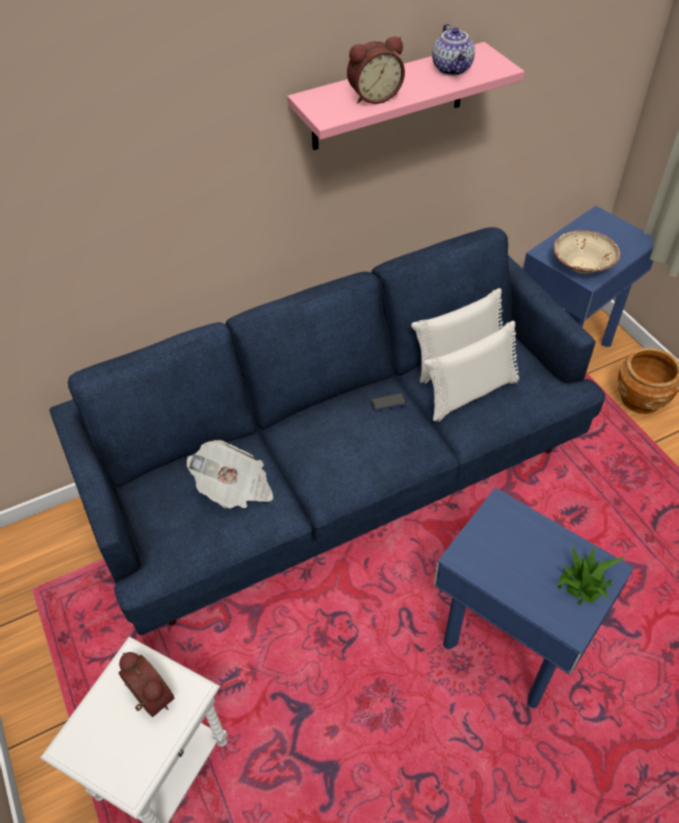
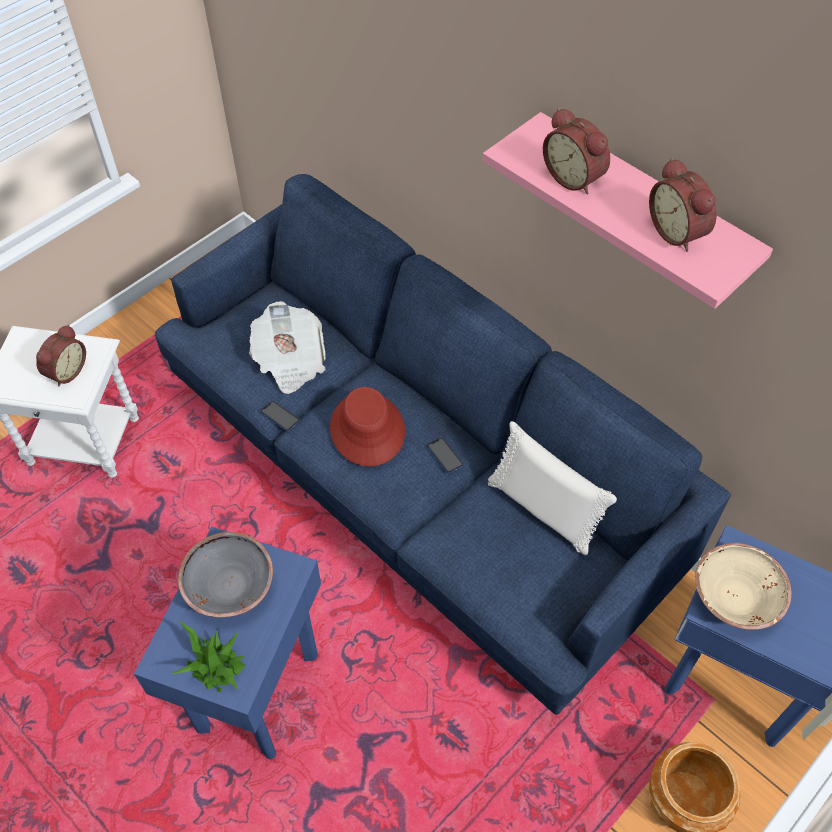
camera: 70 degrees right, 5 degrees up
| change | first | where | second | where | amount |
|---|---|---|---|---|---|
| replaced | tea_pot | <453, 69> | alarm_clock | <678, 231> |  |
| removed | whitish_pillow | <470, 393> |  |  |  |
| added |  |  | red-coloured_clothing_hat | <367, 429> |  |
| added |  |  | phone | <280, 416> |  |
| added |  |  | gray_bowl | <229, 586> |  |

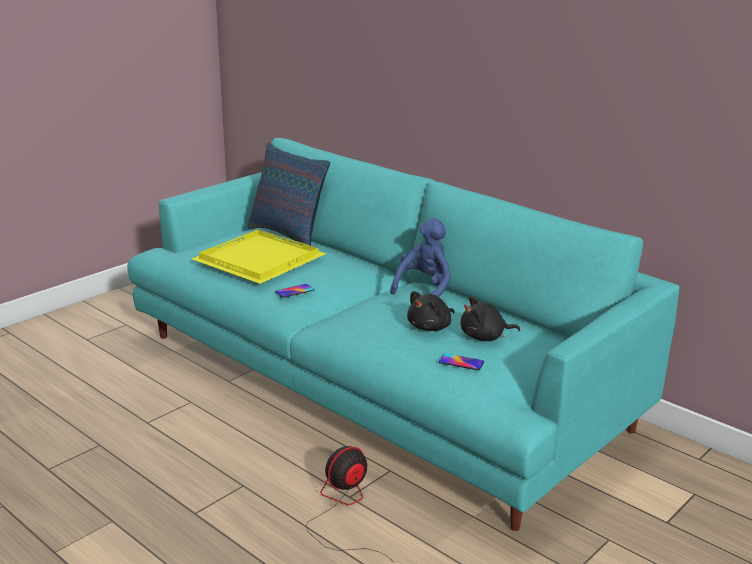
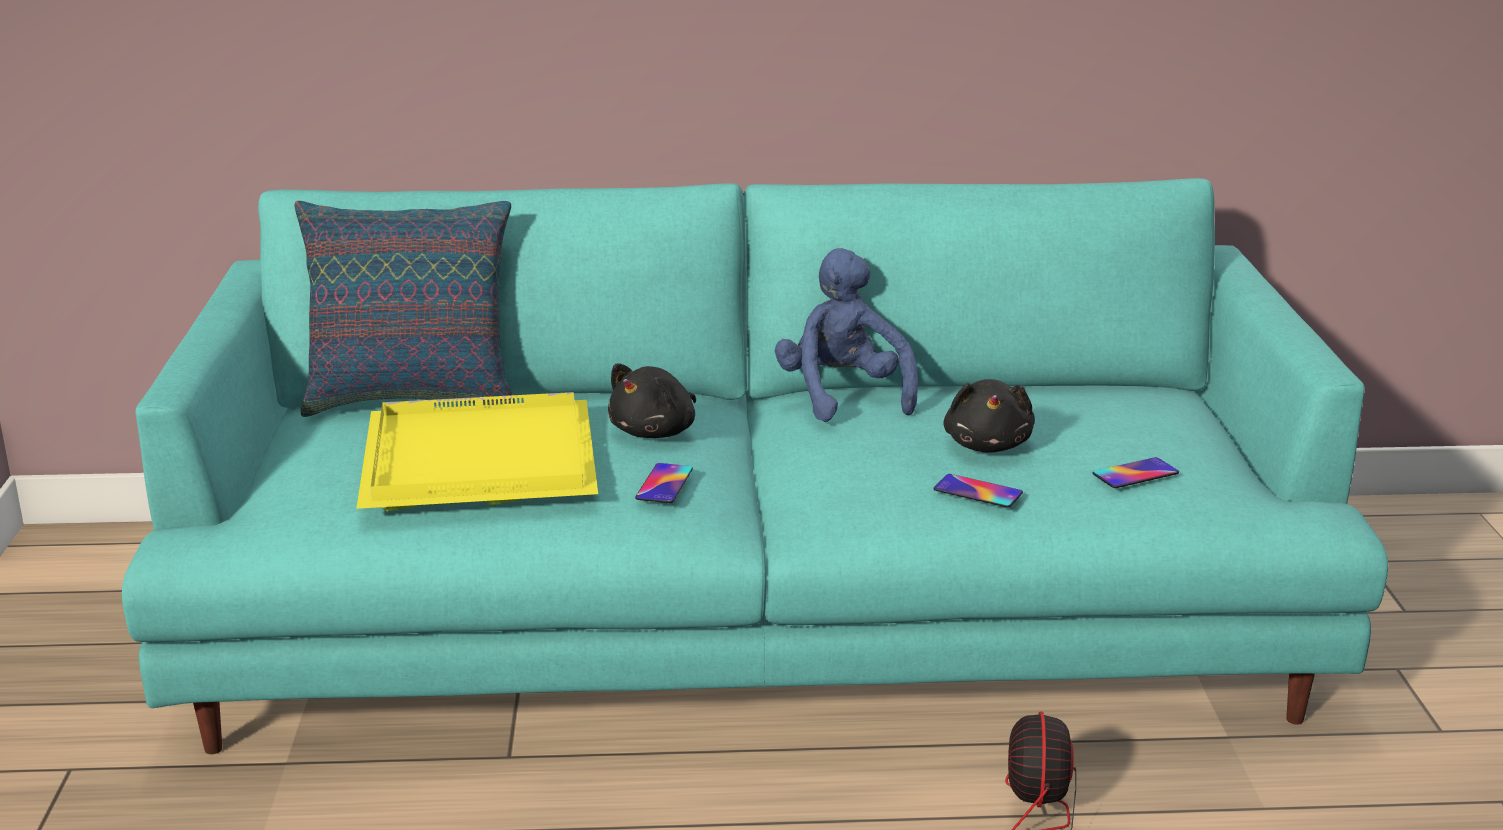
camera: 45 degrees left, 0 degrees up
| change | first | where | second | where | amount |
|---|---|---|---|---|---|
| moved | blackish_plush_toy | <485, 337> |  | <656, 432> |  |
| added |  |  | phone | <978, 492> |  |

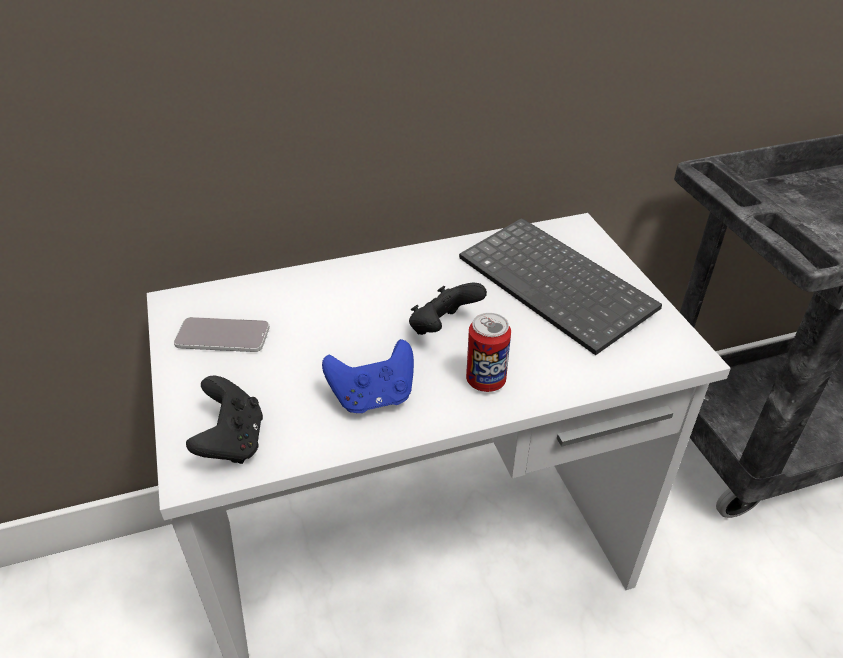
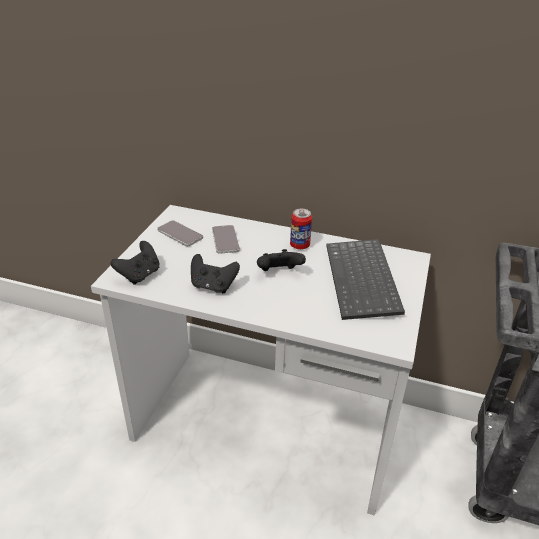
camera: 35 degrees right, 5 degrees down
| change | first | where | second | where | amount |
|---|---|---|---|---|---|
| moved | can | <485, 381> |  | <299, 245> |  |
| recoloured | blue_gamepad | <373, 397> | blackish_gamepad | <213, 286> |  |
| added |  |  | phone | <225, 240> |  |

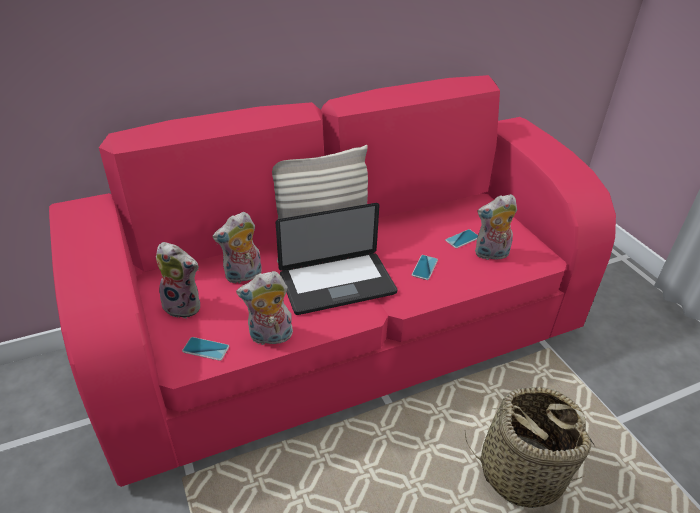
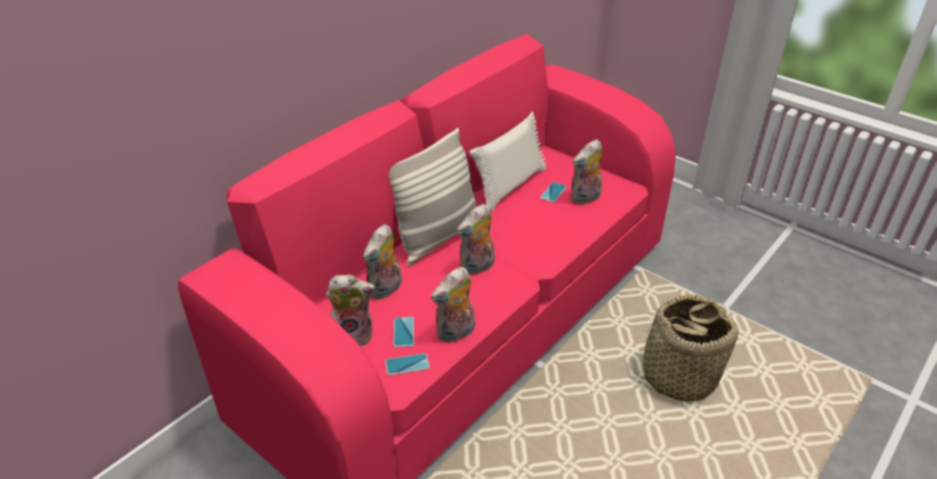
camera: 25 degrees left, 0 degrees up
| change | first | where | second | where | amount |
|---|---|---|---|---|---|
| replaced | notebook_computer | <337, 284> | plush_toy | <477, 267> |  |
| moved | phone | <424, 268> |  | <403, 332> |  |
| added |  |  | whitish_pillow | <509, 186> |  |

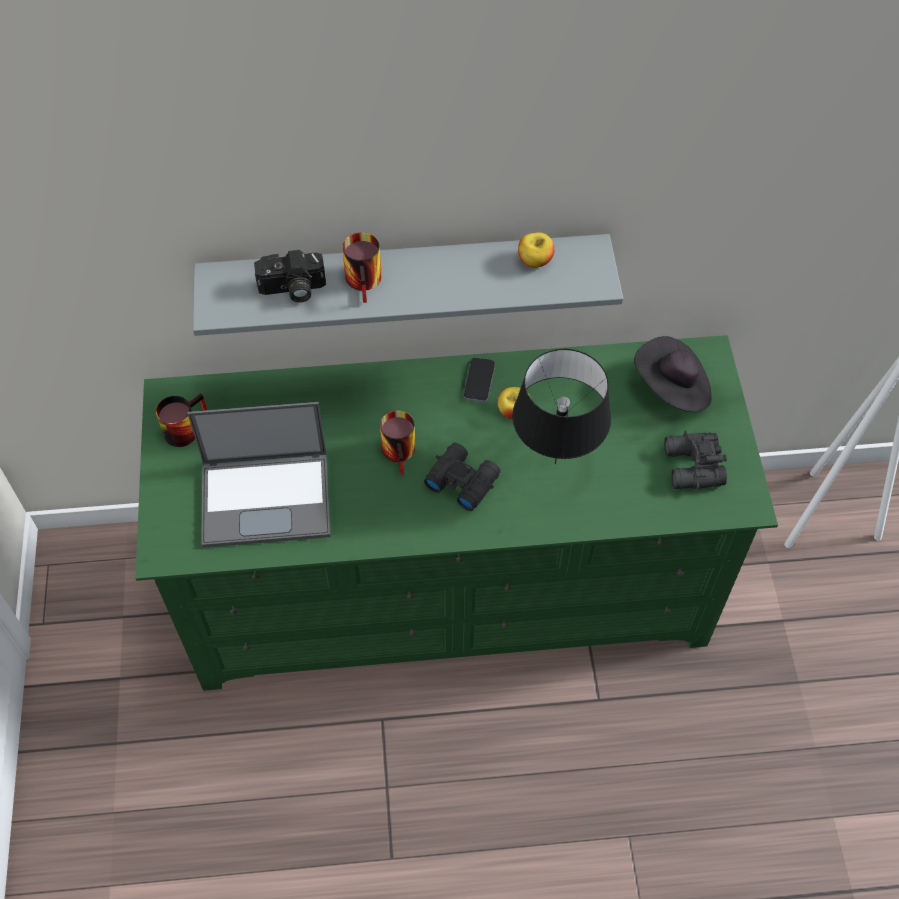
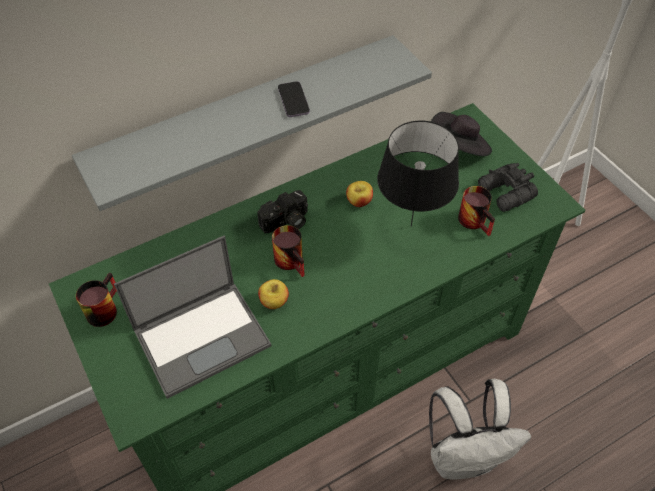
camera: 25 degrees left, 5 degrees down
| change | first | where | second | where | amount |
|---|---|---|---|---|---|
| moved | tea_mug | <367, 281> |  | <477, 221> |  |
| moved | whole_apple | <535, 260> |  | <274, 301> |  |
| moved | still_camera | <292, 289> |  | <286, 222> |  |
| moved | phone | <479, 381> |  | <293, 100> |  |
| removed | blackish_pair_of_binoculars | <462, 480> |  |  |  |
| added |  |  | whitish_rucksack | <463, 457> |  |

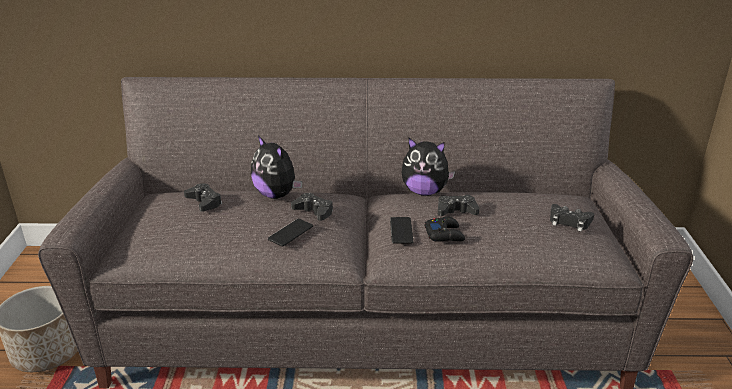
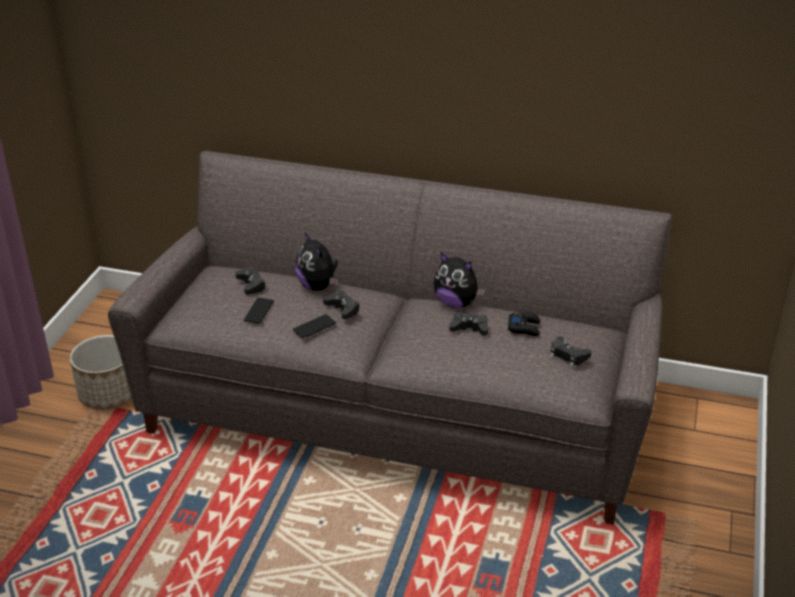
camera: 15 degrees right, 5 degrees up
| change | first | where | second | where | amount |
|---|---|---|---|---|---|
| moved | blackish_gamepad | <444, 234> |  | <524, 328> |  |
| moved | phone | <401, 231> |  | <258, 311> |  |

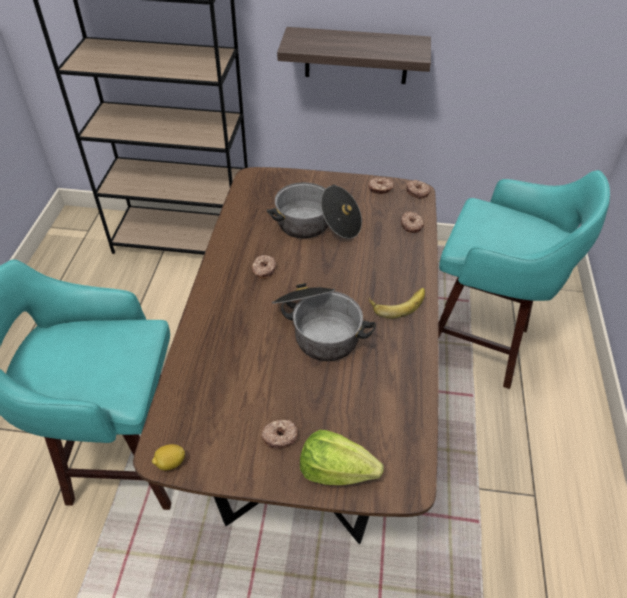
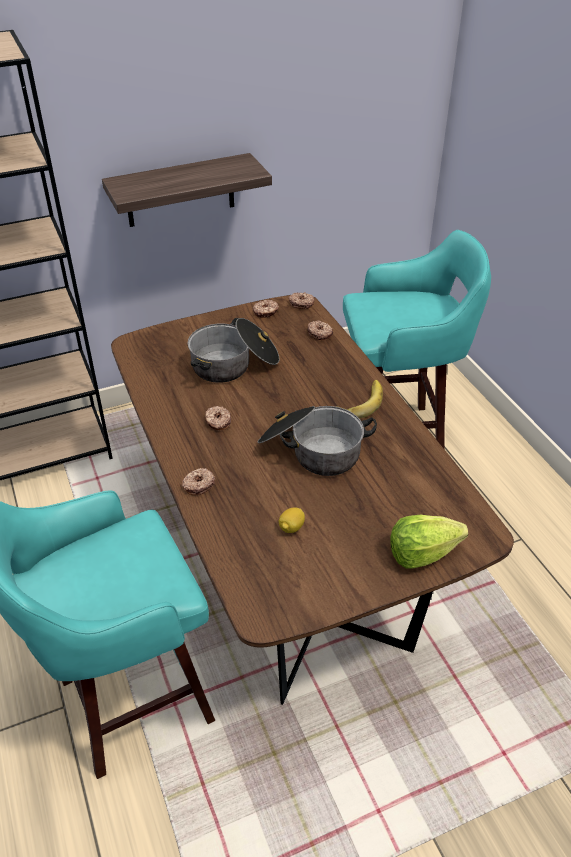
camera: 30 degrees left, 5 degrees down
| change | first | where | second | where | amount |
|---|---|---|---|---|---|
| moved | doughnut | <280, 436> |  | <198, 485> |  |
| moved | lemon | <170, 463> |  | <291, 527> |  |

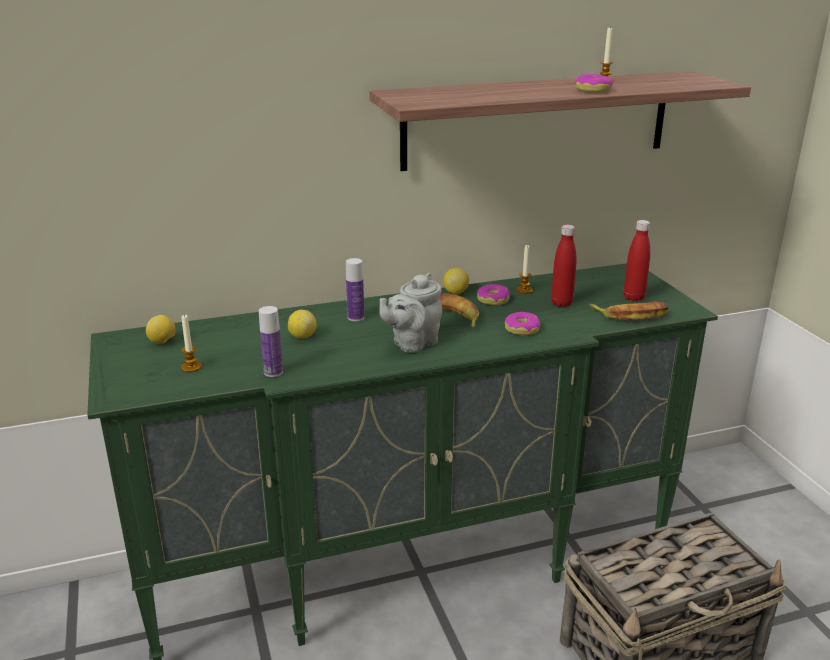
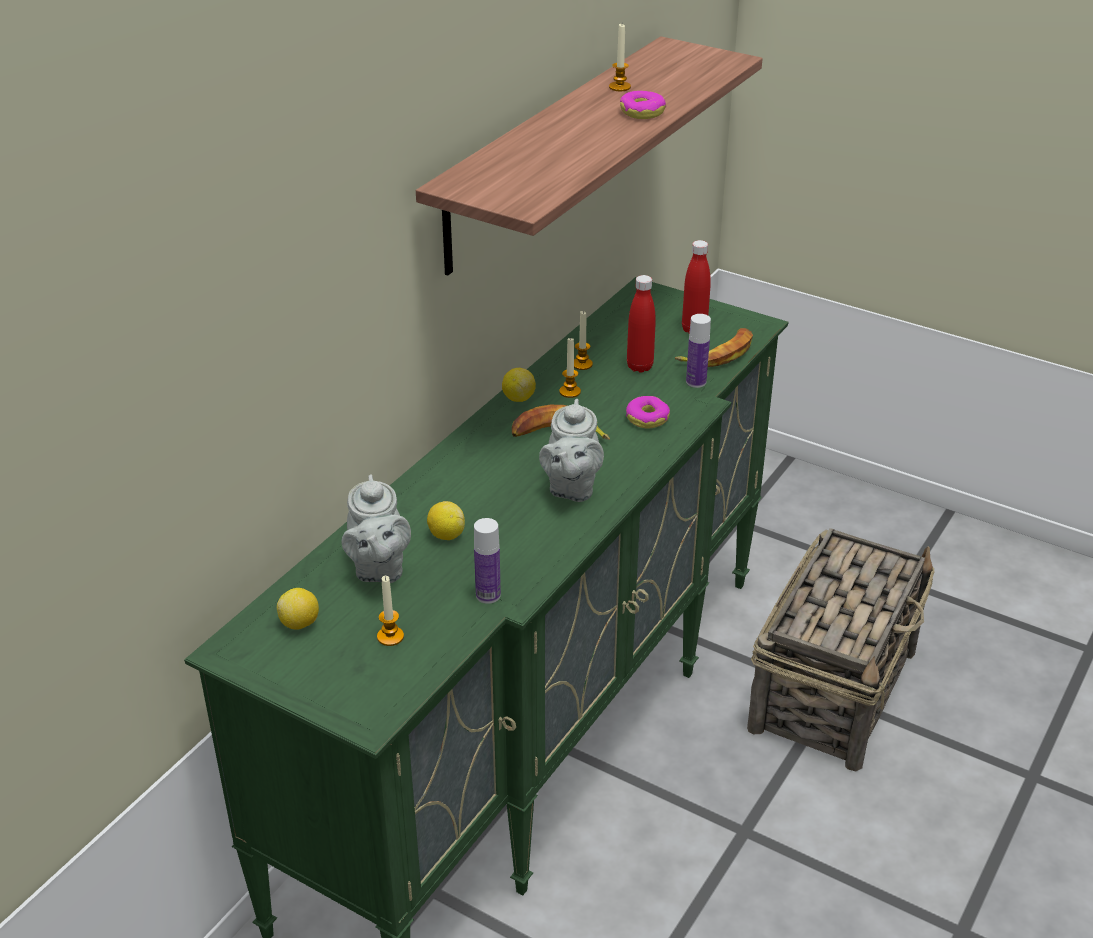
camera: 40 degrees left, 10 degrees up
| change | first | where | second | where | amount |
|---|---|---|---|---|---|
| moved | beverage_bottle | <355, 317> |  | <696, 382> |  |
| replaced | doughnut | <493, 300> | candle | <570, 392> |  |
| added |  |  | gray_tea_pot | <378, 569> |  |

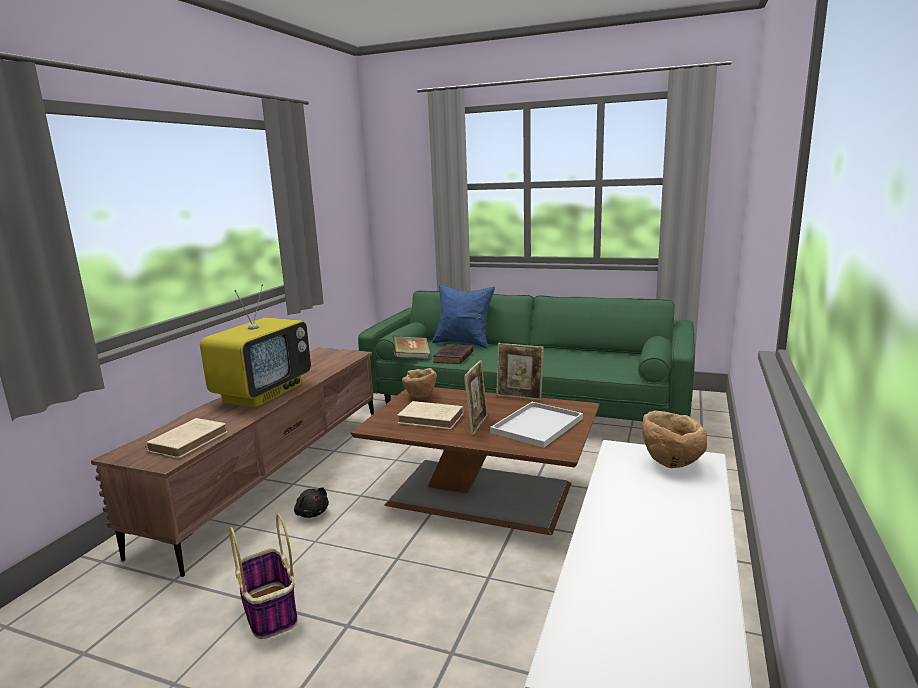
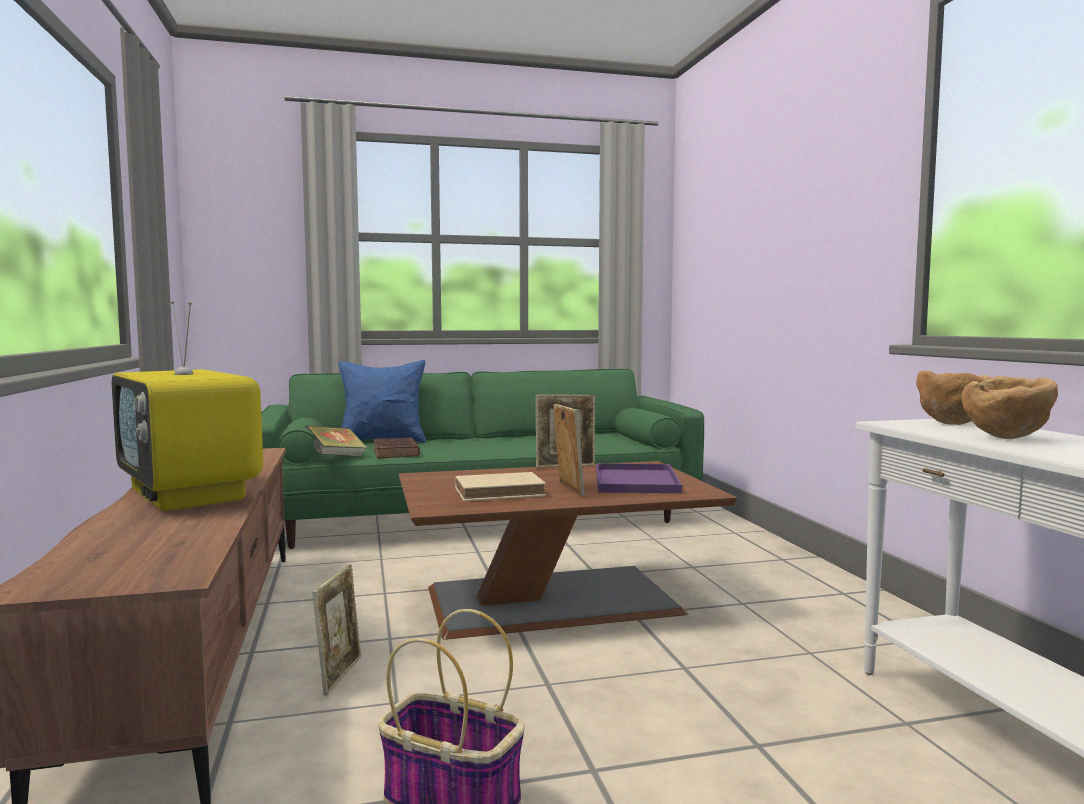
camera: 35 degrees left, 10 degrees down
| change | first | where | second | where | amount |
|---|---|---|---|---|---|
| turned | television | <263, 393> |  | <189, 494> | 150 degrees clockwise |
| moved | brown_bowl | <420, 396> |  | <1006, 438> |  |
| recoloured | whitish_carrying_tray | <537, 426> | purple-coloured_carrying_tray | <637, 481> |  |
| removed | beige-coloured_book | <190, 441> |  |  |  |
| replaced | blackish_plush_toy | <311, 513> | picture_frame | <340, 674> |  |

